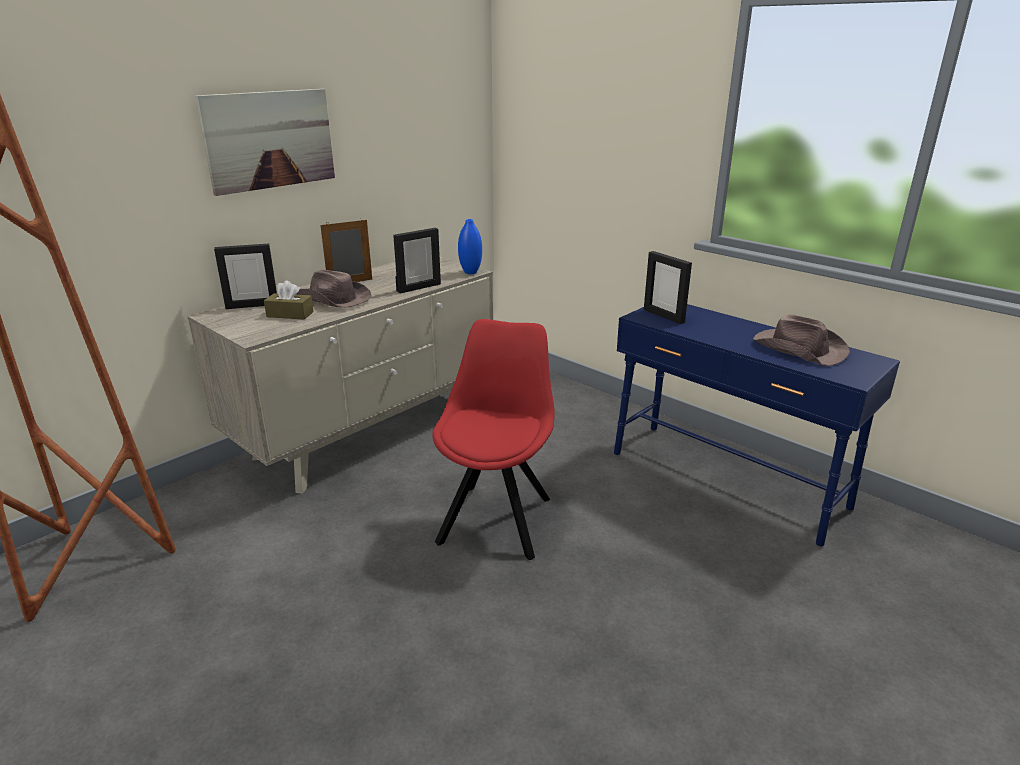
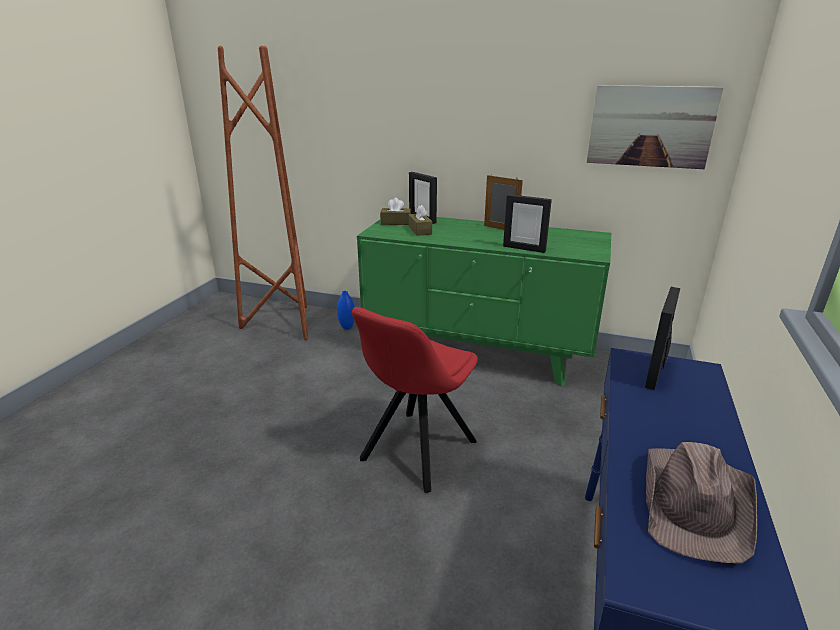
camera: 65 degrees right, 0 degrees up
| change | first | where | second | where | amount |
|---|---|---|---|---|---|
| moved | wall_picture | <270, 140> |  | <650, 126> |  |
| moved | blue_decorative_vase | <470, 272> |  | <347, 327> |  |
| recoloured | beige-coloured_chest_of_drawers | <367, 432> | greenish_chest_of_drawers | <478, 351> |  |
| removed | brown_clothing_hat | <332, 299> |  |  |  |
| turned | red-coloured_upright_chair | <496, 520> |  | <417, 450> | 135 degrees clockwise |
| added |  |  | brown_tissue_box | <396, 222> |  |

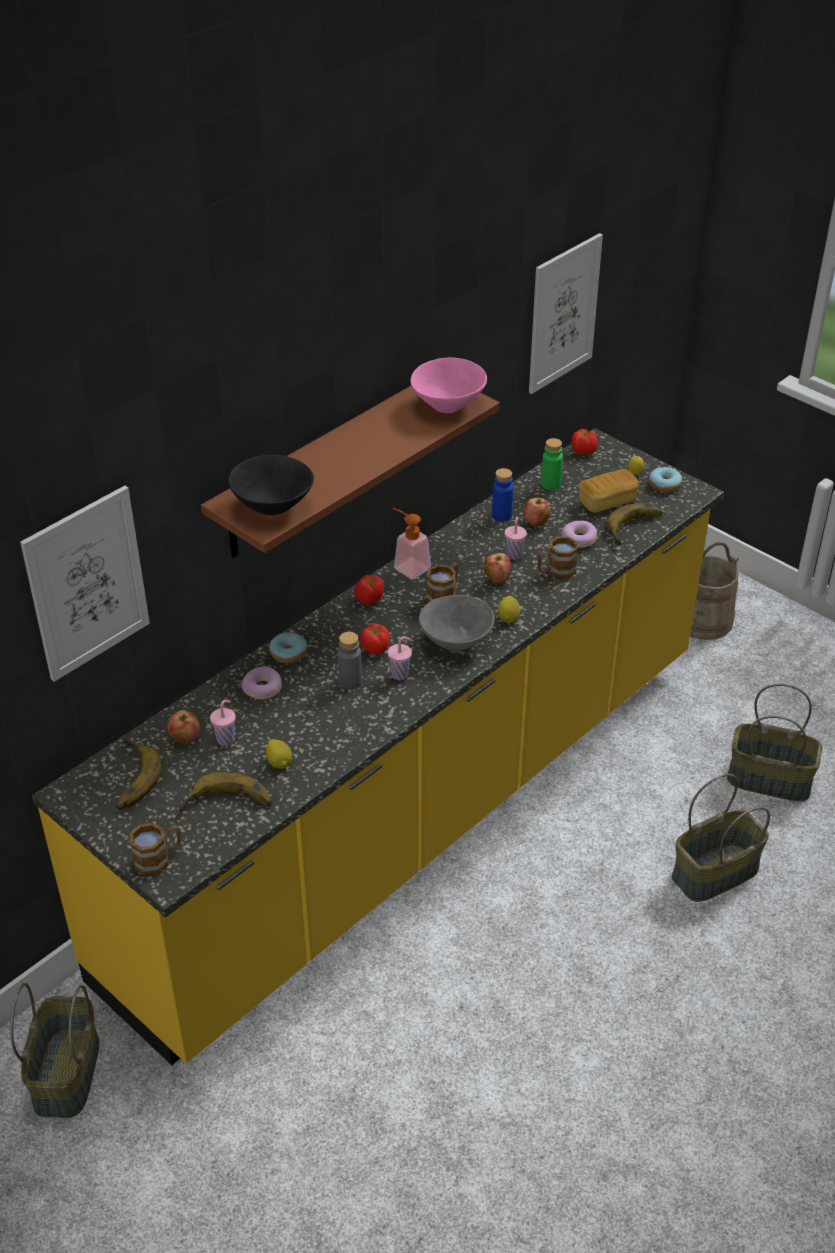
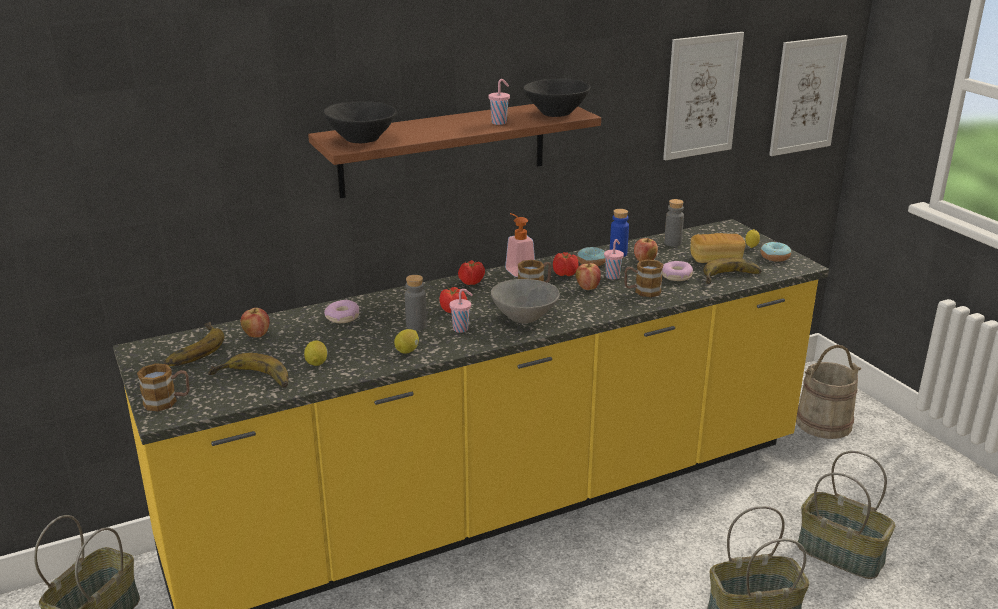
camera: 20 degrees right, 15 degrees down
| change | first | where | second | where | amount |
|---|---|---|---|---|---|
| recoloured | pink-coloured_bowl | <447, 405> | blackish_bowl | <555, 113> |  |
| moved | tomato | <584, 451> |  | <565, 274> |  |
| recoloured | greenish_beverage_bottle | <550, 484> | gray_beverage_bottle | <672, 243> |  |
| moved | wall_picture | <87, 583> |  | <806, 95> |  |
| moved | lemon | <508, 618> |  | <407, 351> |  |
| moved | doughnut | <288, 653> |  | <591, 262> |  |
| moved | pink-coloured_cup | <226, 739> |  | <500, 122> |  |

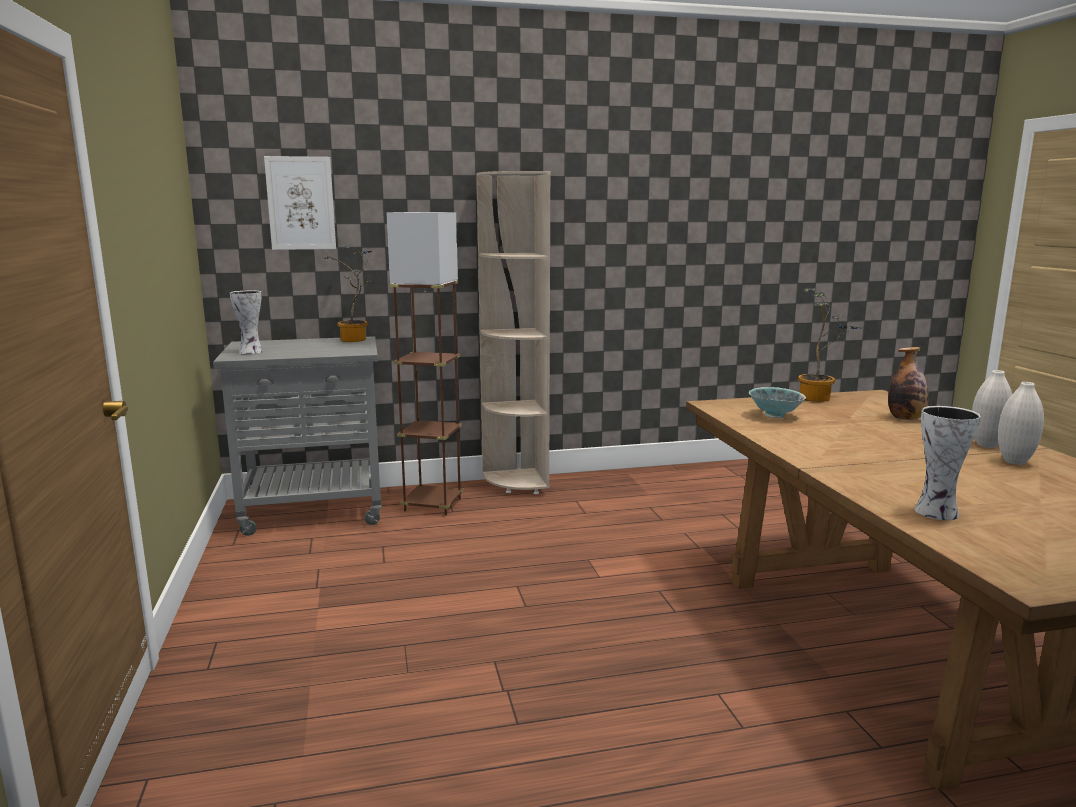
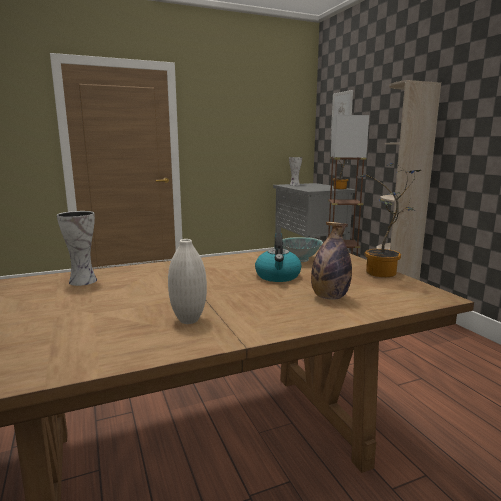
camera: 80 degrees right, 0 degrees up
| change | first | where | second | where | amount |
|---|---|---|---|---|---|
| removed | whitish_decorative_vase | <986, 445> |  |  |  |
| added |  |  | water_kettle | <278, 276> |  |

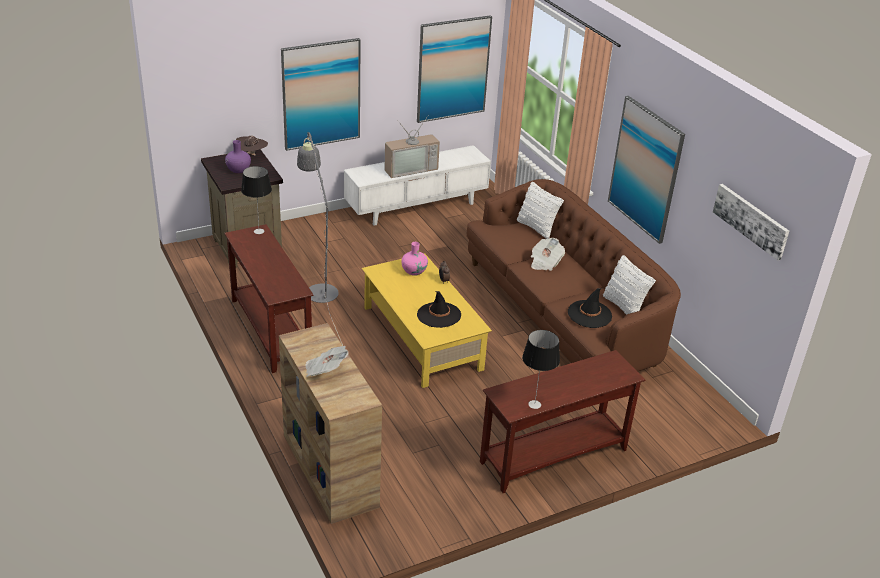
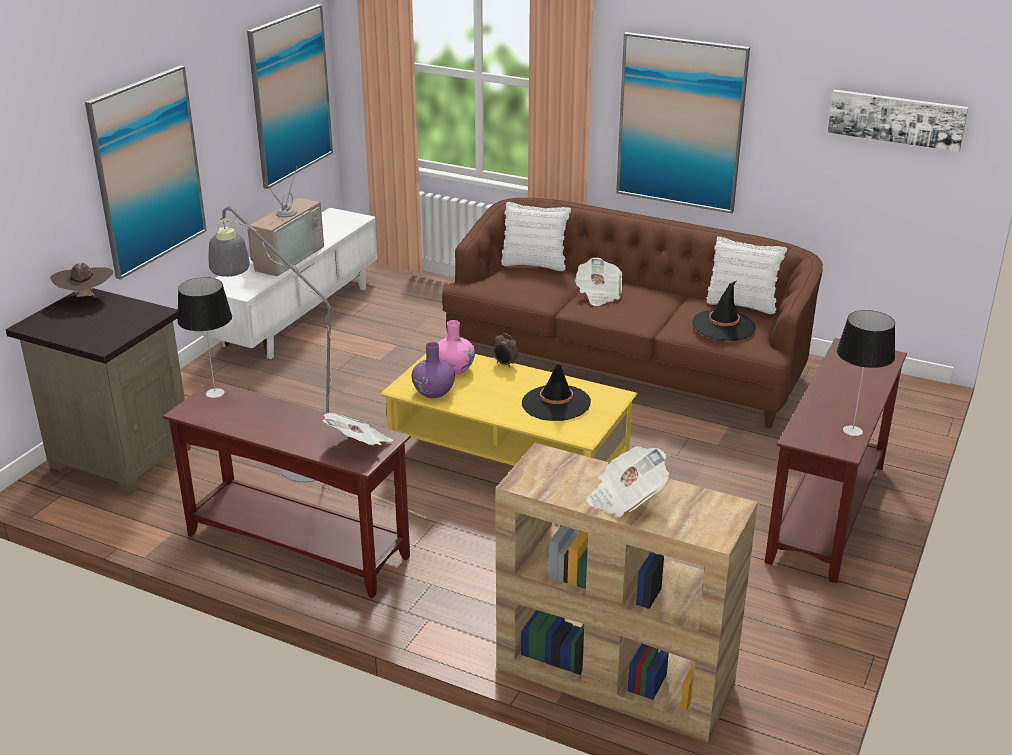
camera: 35 degrees left, 5 degrees down
| change | first | where | second | where | amount |
|---|---|---|---|---|---|
| moved | purple-coloured_decorative_vase | <238, 170> |  | <433, 392> |  |
| added |  |  | newspaper | <359, 445> |  |

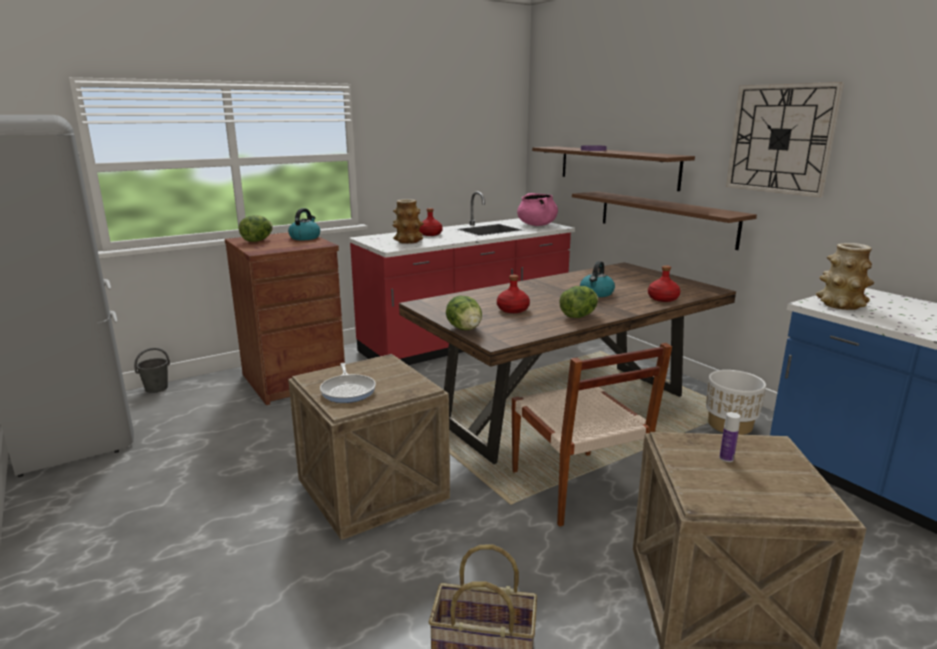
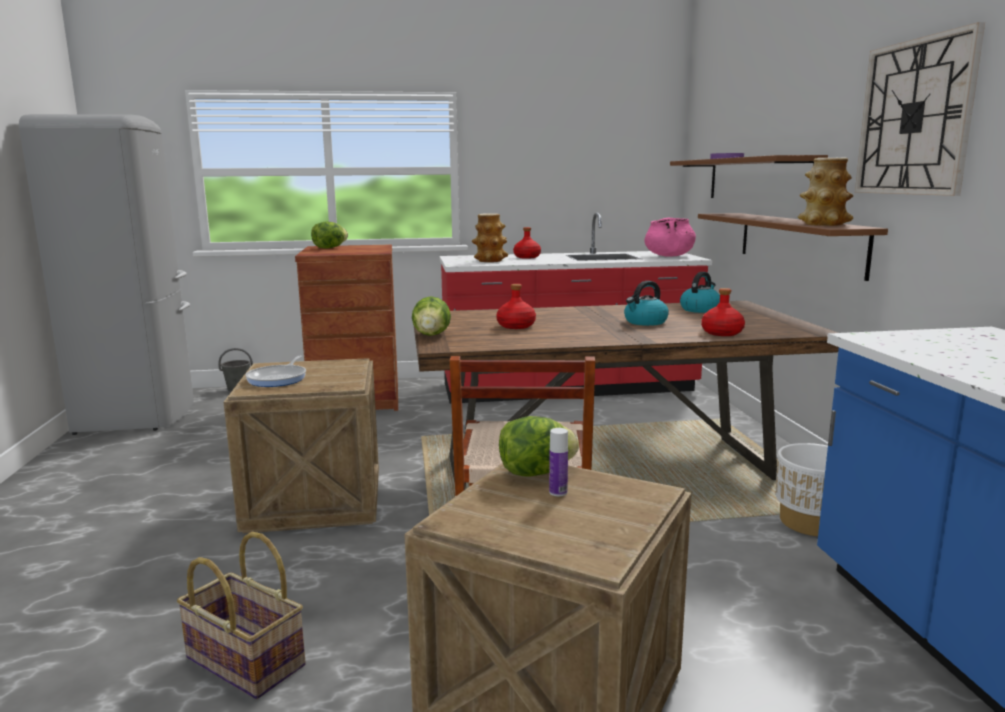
camera: 25 degrees right, 5 degrees down
| change | first | where | second | where | amount |
|---|---|---|---|---|---|
| moved | water_kettle | <305, 237> |  | <700, 309> |  |
| moved | decorative_vase | <840, 305> |  | <823, 224> |  |
| moved | lettuce_head | <578, 316> |  | <536, 473> |  |

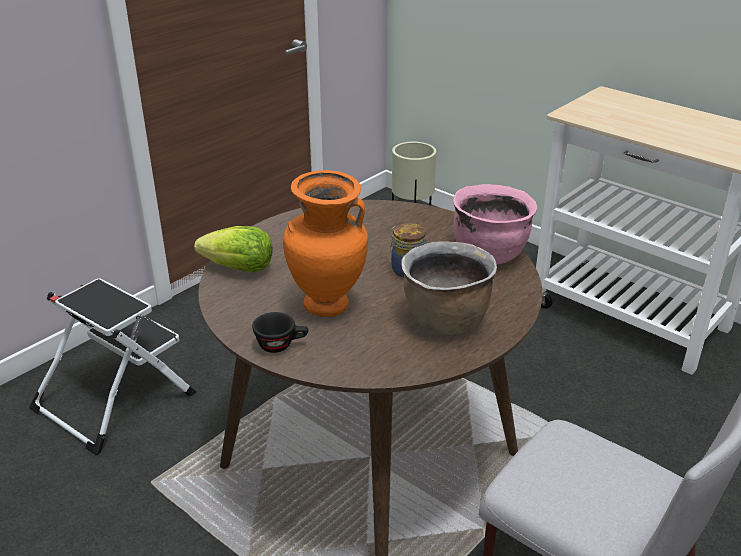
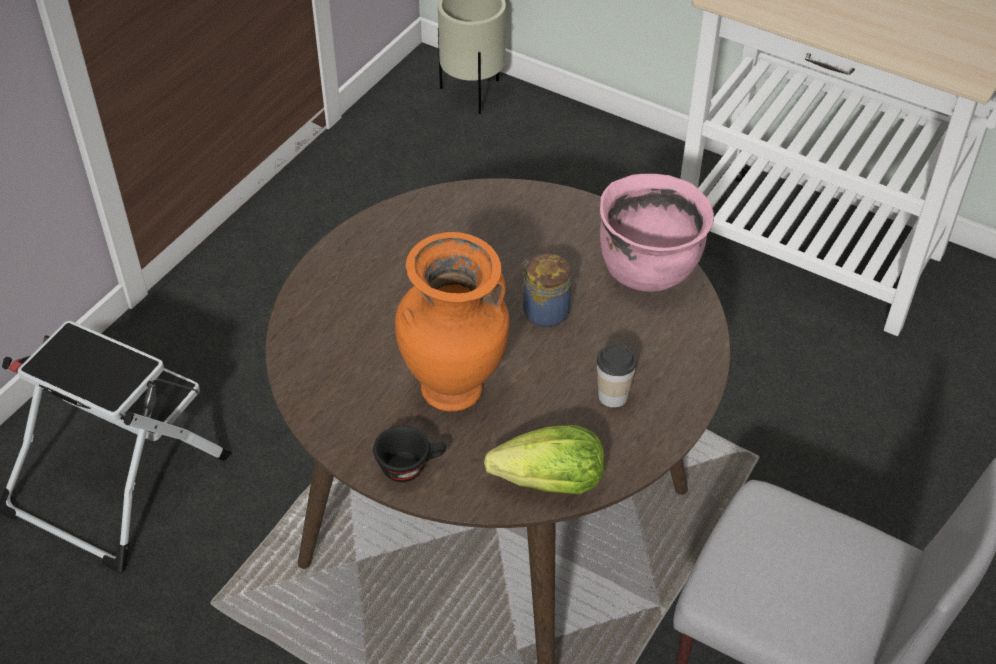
camera: 10 degrees left, 15 degrees up
| change | first | where | second | where | amount |
|---|---|---|---|---|---|
| moved | lettuce_head | <239, 268> |  | <551, 483> |  |
| replaced | brown_cooking_pot | <445, 320> | cup | <613, 396> |  |

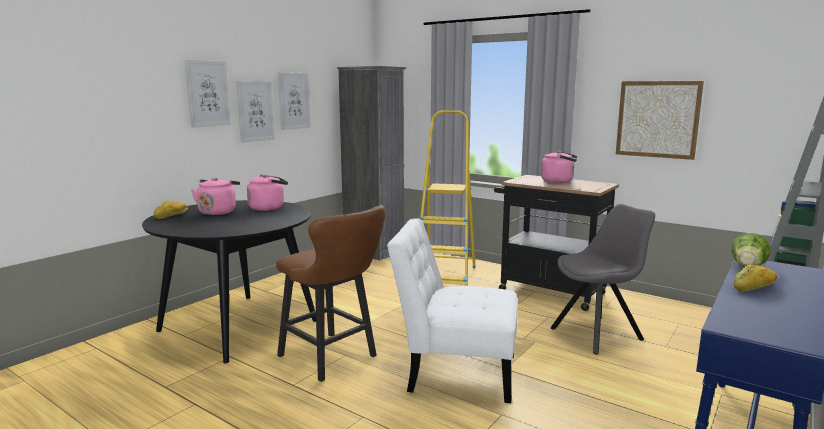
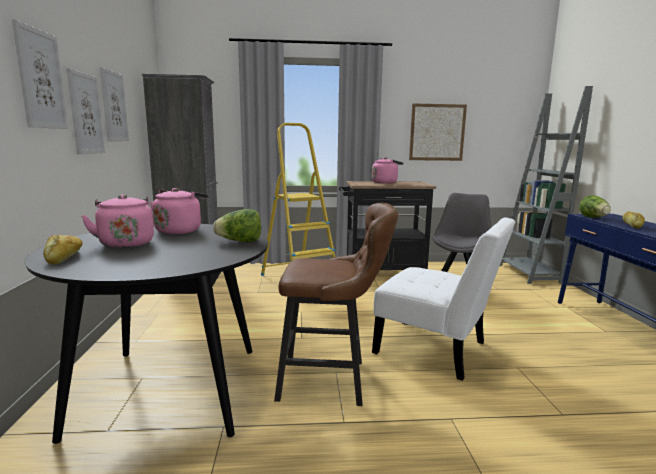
camera: 40 degrees left, 0 degrees up
| change | first | where | second | where | amount |
|---|---|---|---|---|---|
| turned | whitish_upright_chair | <455, 372> |  | <436, 350> | 120 degrees counterclockwise |
| added |  |  | lettuce_head | <240, 242> |  |

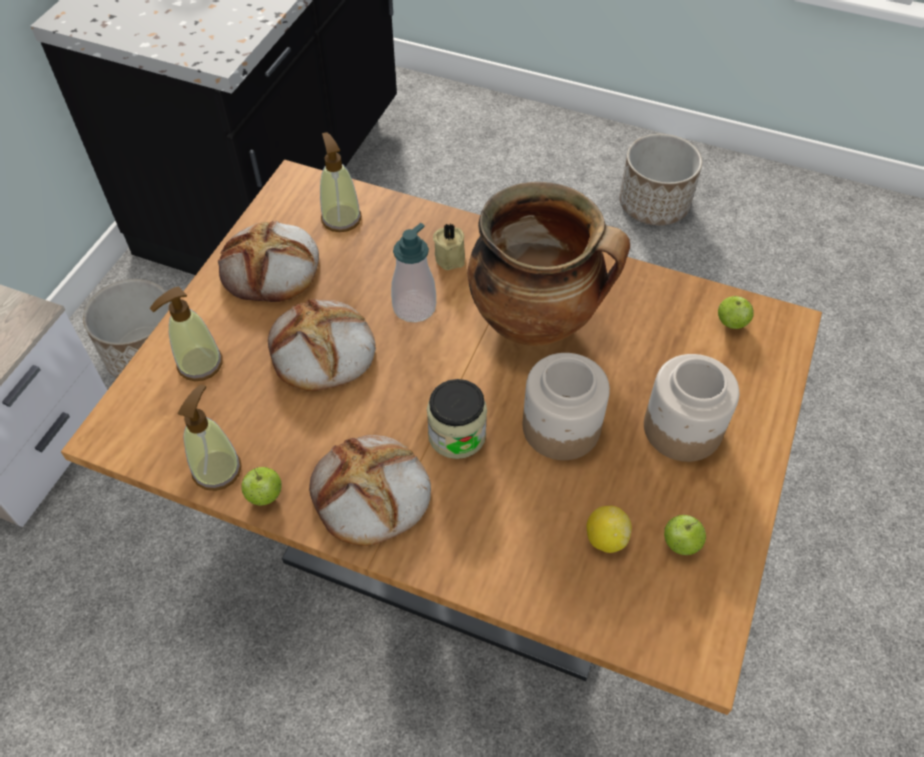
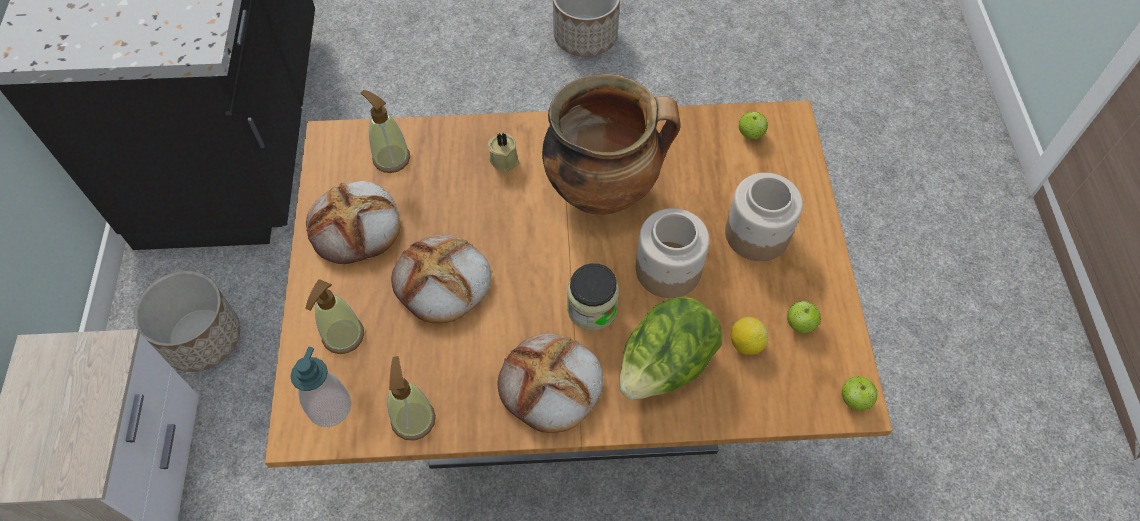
camera: 25 degrees left, 5 degrees up
| change | first | where | second | where | amount |
|---|---|---|---|---|---|
| moved | soap_bottle | <414, 307> |  | <329, 407> |  |
| moved | whole_apple | <265, 495> |  | <854, 400> |  |
| added |  |  | lettuce_head | <665, 366> |  |

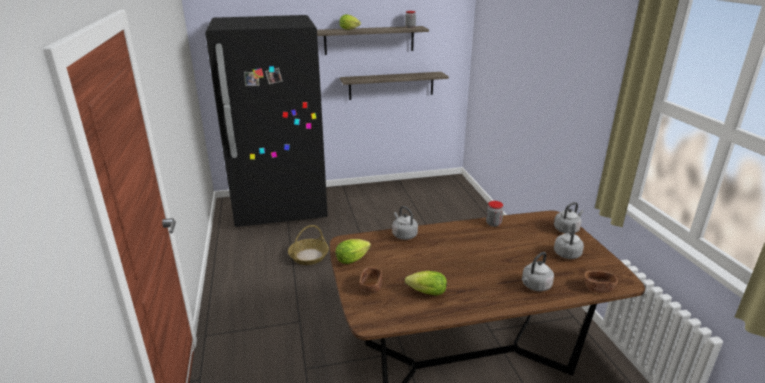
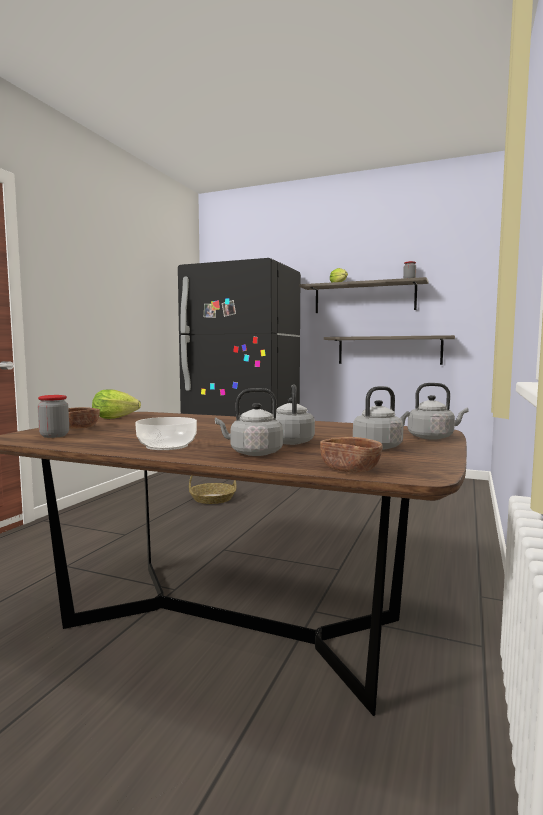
camera: 35 degrees right, 20 degrees down
| change | first | where | second | where | amount |
|---|---|---|---|---|---|
| moved | jar | <493, 223> |  | <54, 435> |  |
| moved | gray_water_kettle | <403, 234> |  | <291, 442> |  |
| removed | lettuce_head | <424, 292> |  |  |  |
| added |  |  | bowl | <166, 446> |  |

